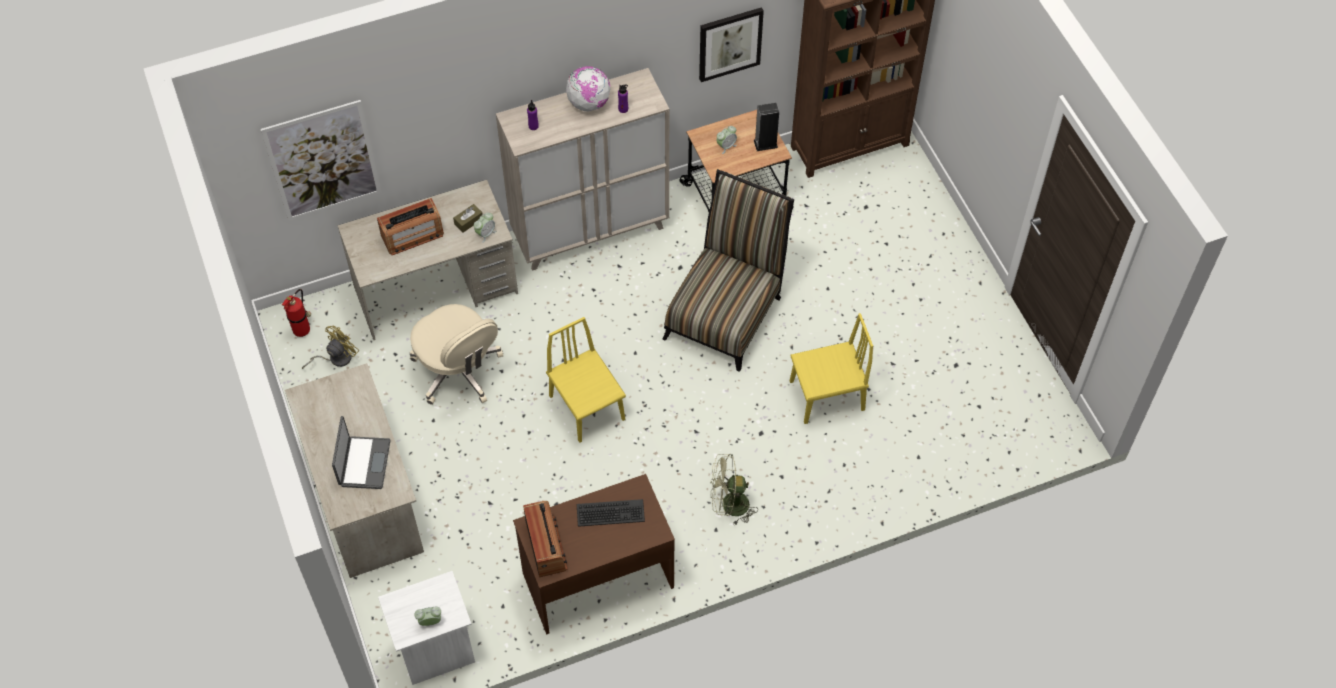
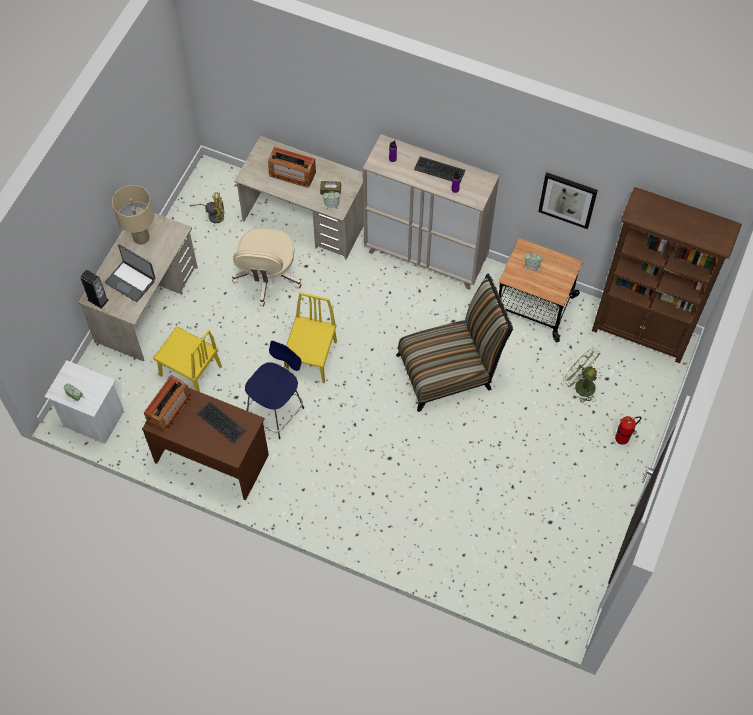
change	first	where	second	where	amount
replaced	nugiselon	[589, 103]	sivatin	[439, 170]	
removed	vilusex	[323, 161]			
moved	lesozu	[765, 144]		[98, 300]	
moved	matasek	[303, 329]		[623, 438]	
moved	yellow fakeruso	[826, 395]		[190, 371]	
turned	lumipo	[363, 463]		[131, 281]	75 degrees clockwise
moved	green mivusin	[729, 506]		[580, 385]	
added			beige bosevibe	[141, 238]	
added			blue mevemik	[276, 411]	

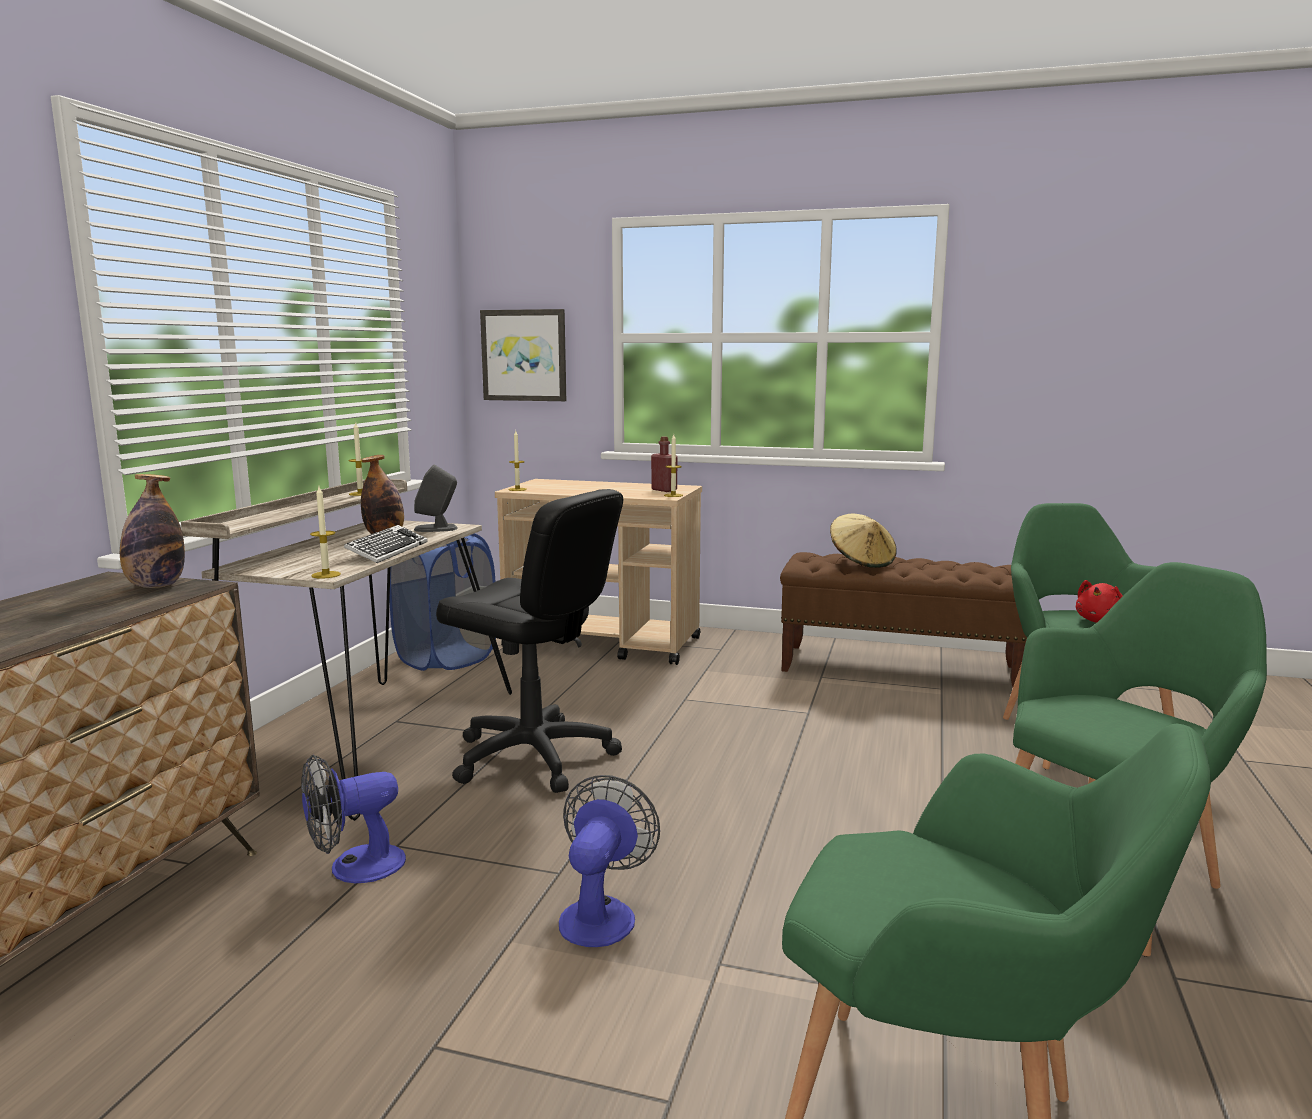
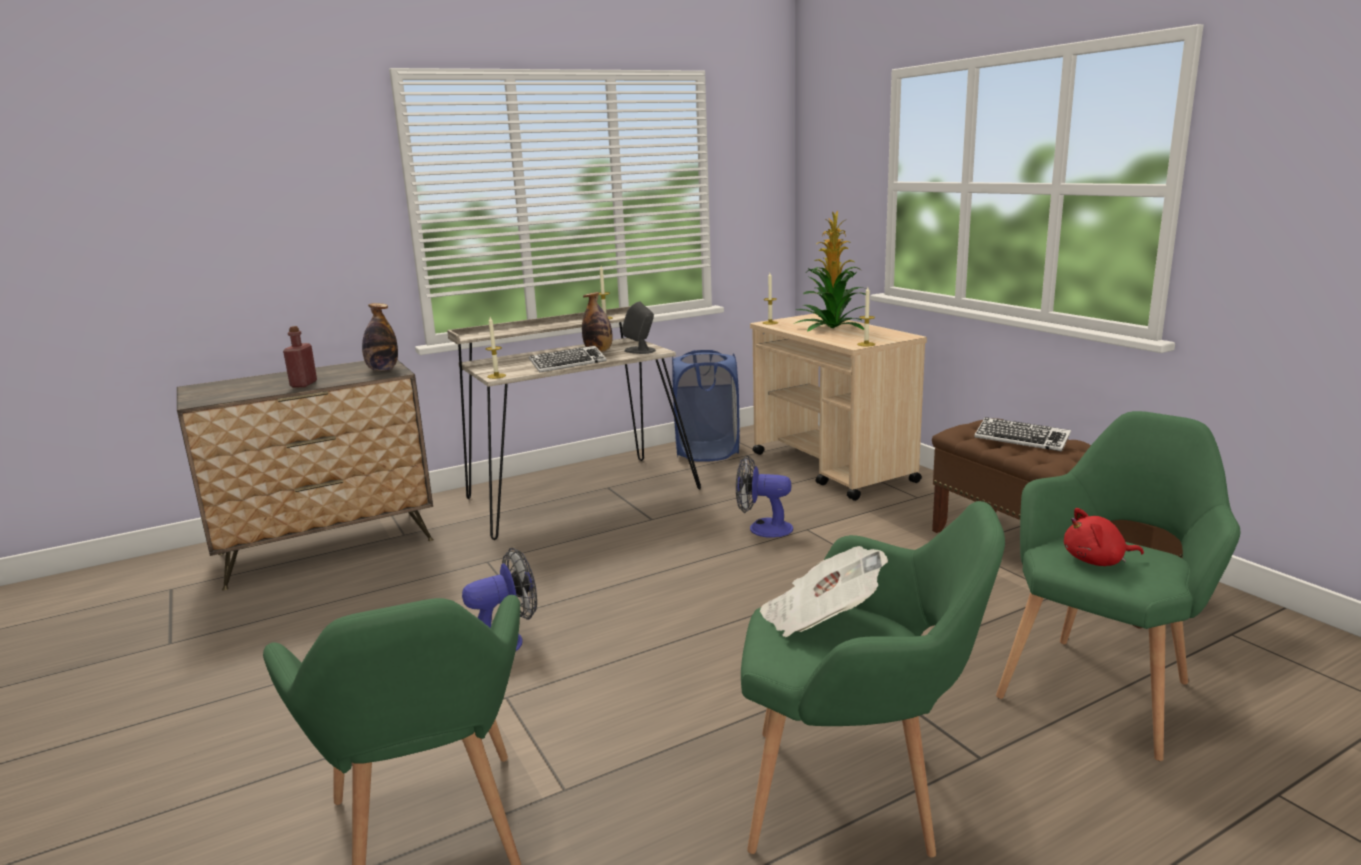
change	first	where	second	where	amount
removed	vilusex	[524, 355]			
moved	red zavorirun	[664, 490]		[303, 384]	
removed	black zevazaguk	[533, 757]			
replaced	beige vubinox	[862, 562]	sivatin	[1021, 440]	
moved	mivusin	[354, 868]		[762, 528]	
added			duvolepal	[832, 327]	
added			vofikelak	[820, 619]	

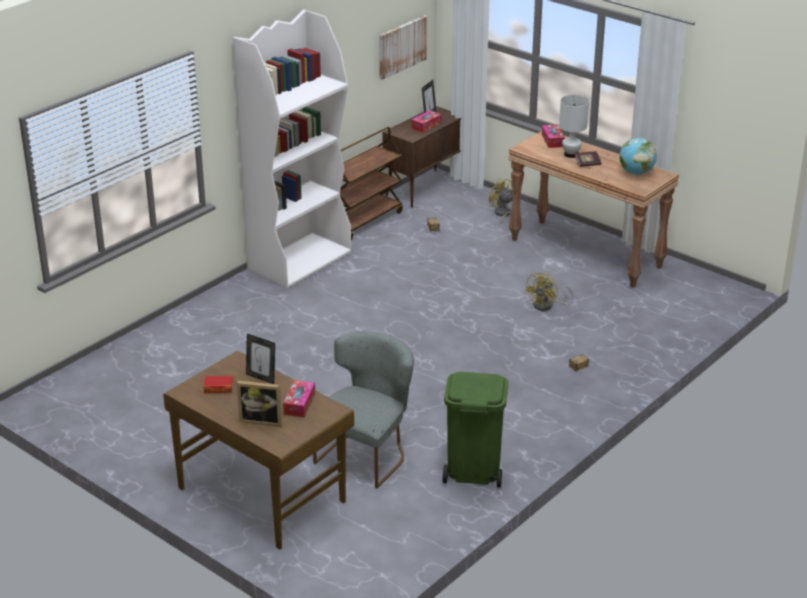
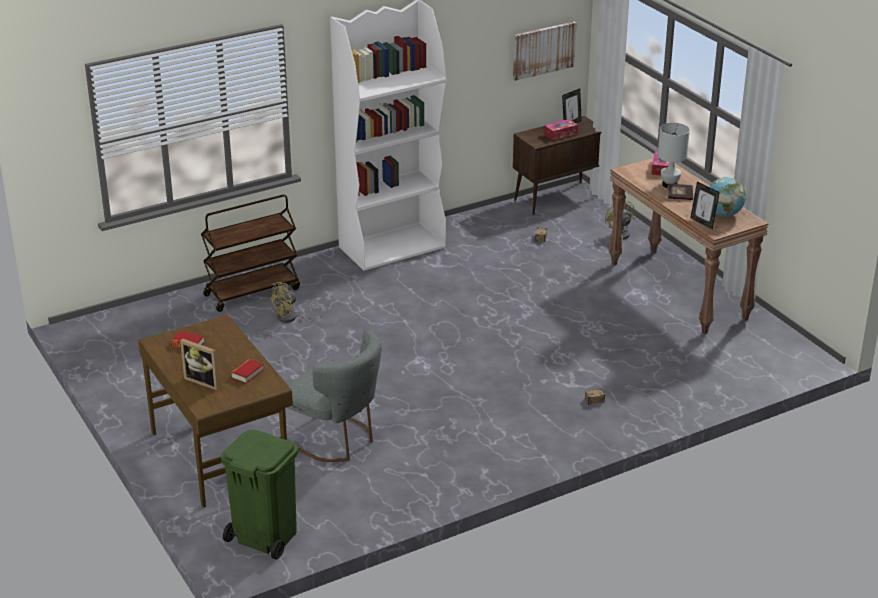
change	first	where	second	where	amount
moved	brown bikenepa	[364, 221]		[252, 291]	
moved	yellow mivusin	[547, 306]		[291, 318]	
turned	grey fakeruso	[367, 454]		[336, 440]	75 degrees clockwise
moved	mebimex	[261, 377]		[703, 222]	
moved	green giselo	[473, 471]		[264, 536]	
replaced	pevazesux	[299, 404]	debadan	[247, 374]	

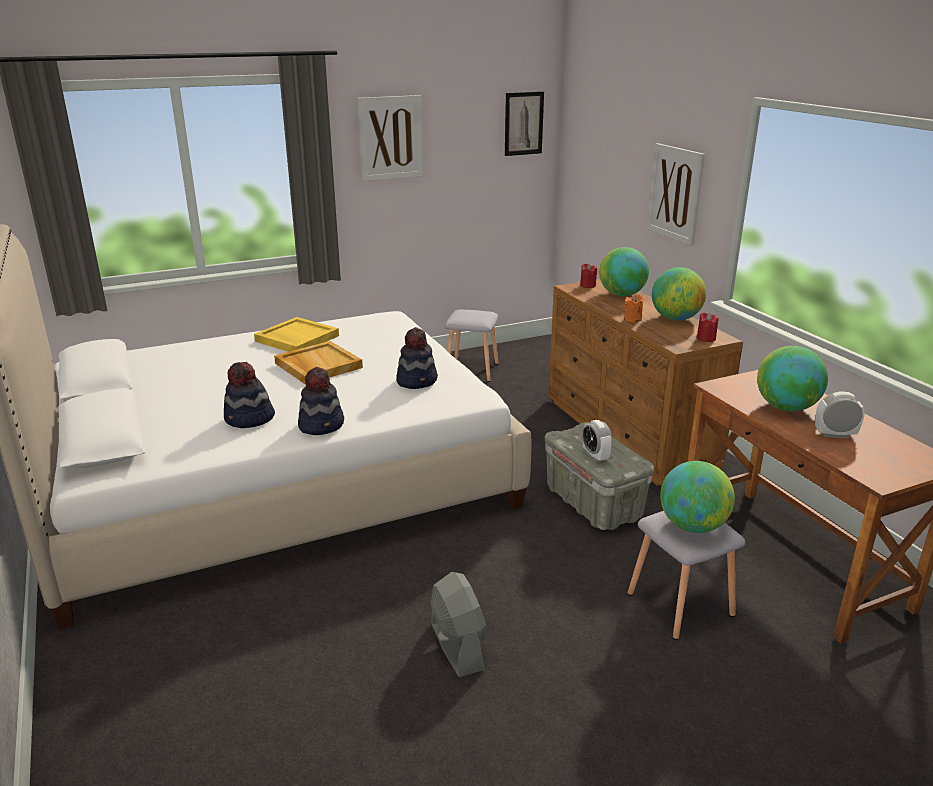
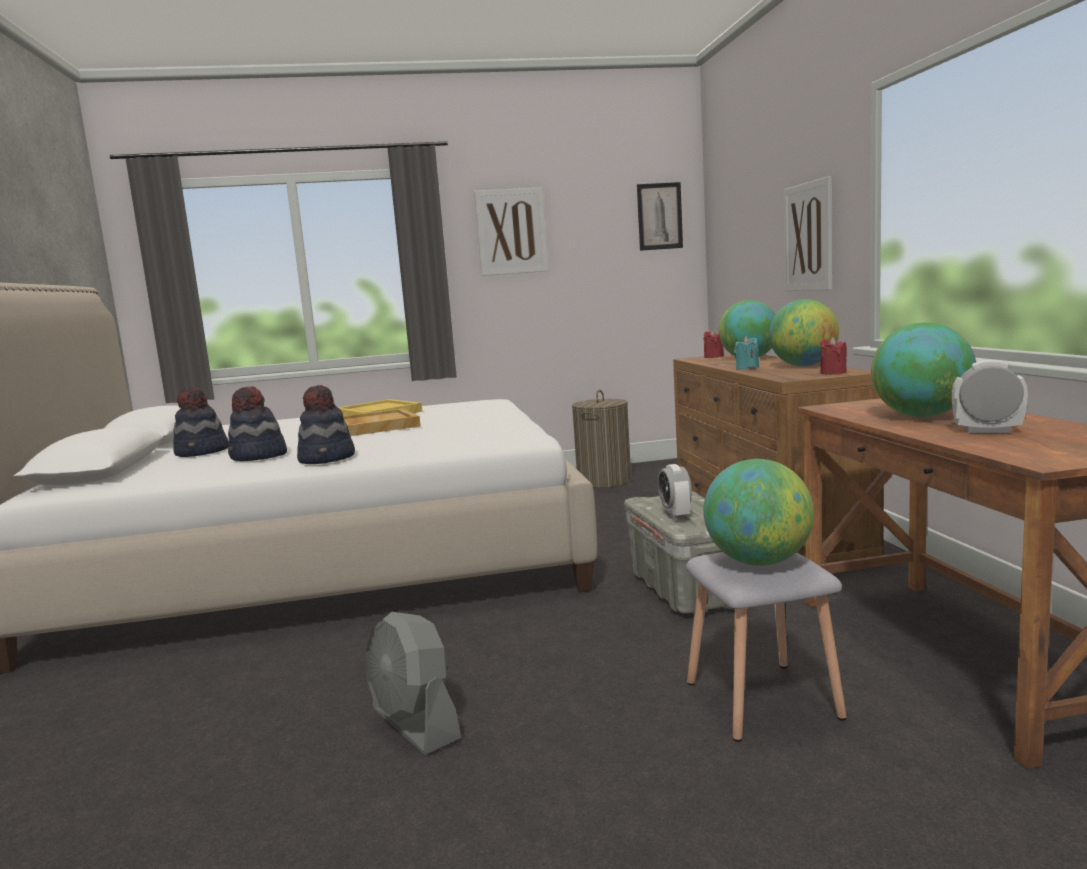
change	first	where	second	where	amount
recoloured	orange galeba	[632, 319]	turquoise galeba	[747, 368]	
replaced	grey mevemik	[472, 370]	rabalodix	[604, 481]	
moved	vubinox	[417, 381]		[202, 452]	
turned	grey mivusin	[457, 646]		[415, 724]	150 degrees clockwise

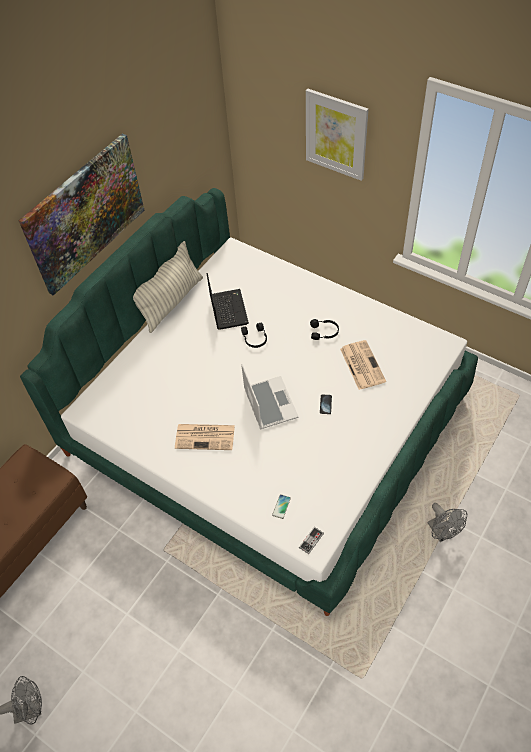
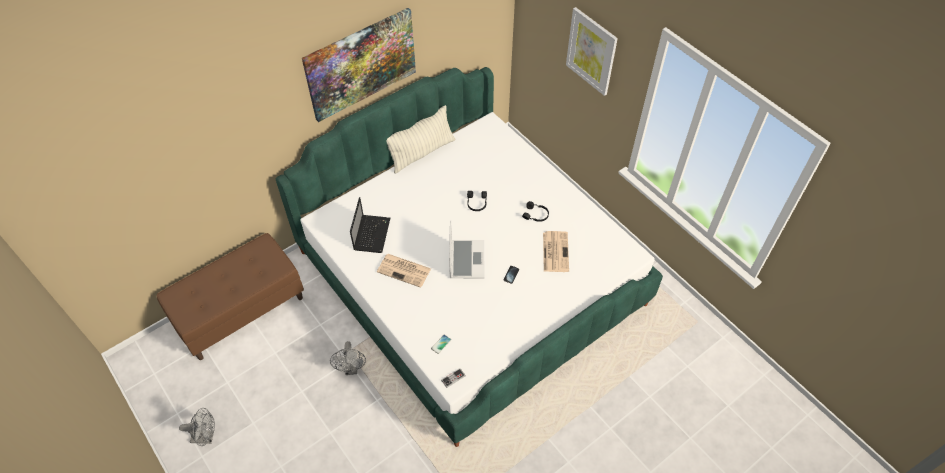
change	first	where	second	where	amount
moved	lumipo	[228, 309]		[372, 233]	
moved	grey mivusin	[442, 533]		[351, 369]	

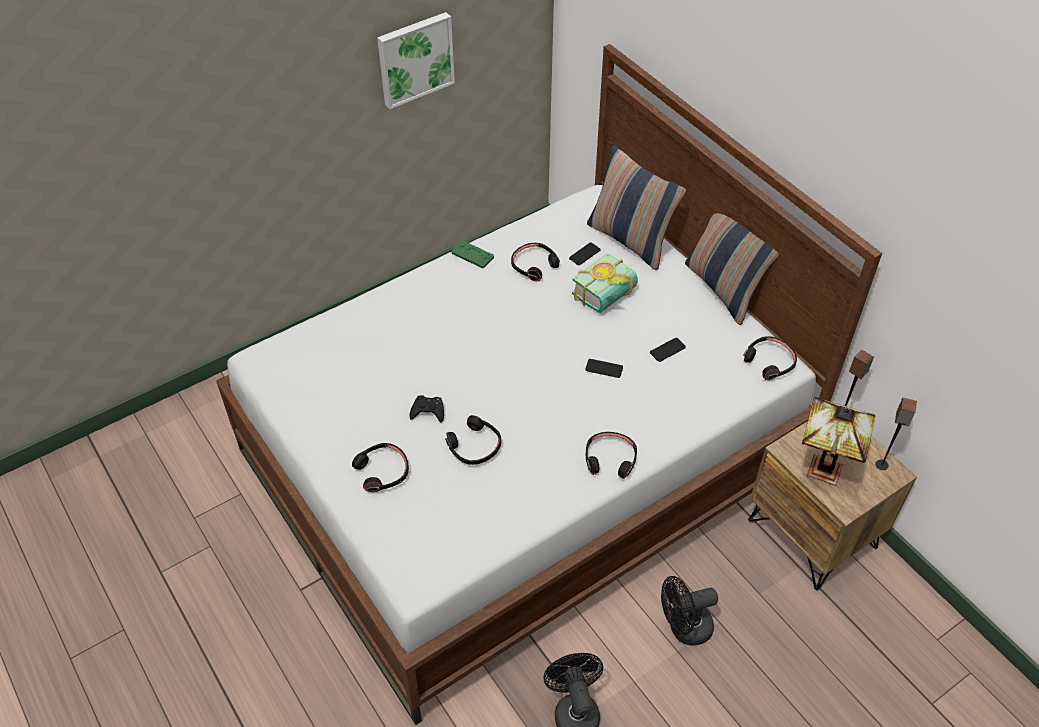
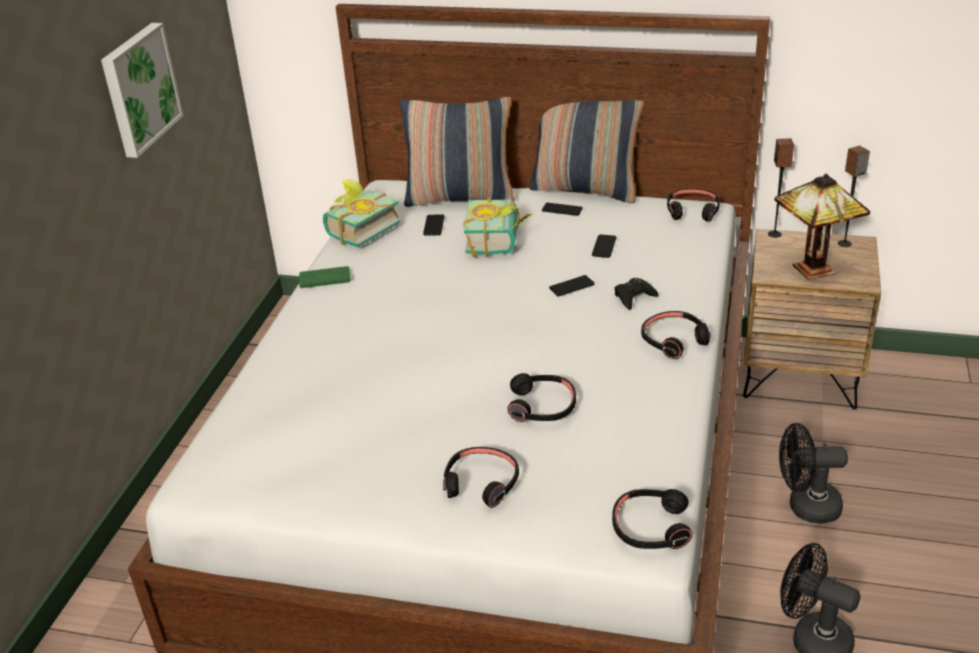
change	first	where	second	where	amount
moved	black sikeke	[534, 265]		[650, 528]	
moved	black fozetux	[428, 411]		[634, 297]	
turned	black mivusin	[684, 628]		[805, 507]	60 degrees clockwise
added			debadan	[358, 229]	
added			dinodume	[562, 210]	

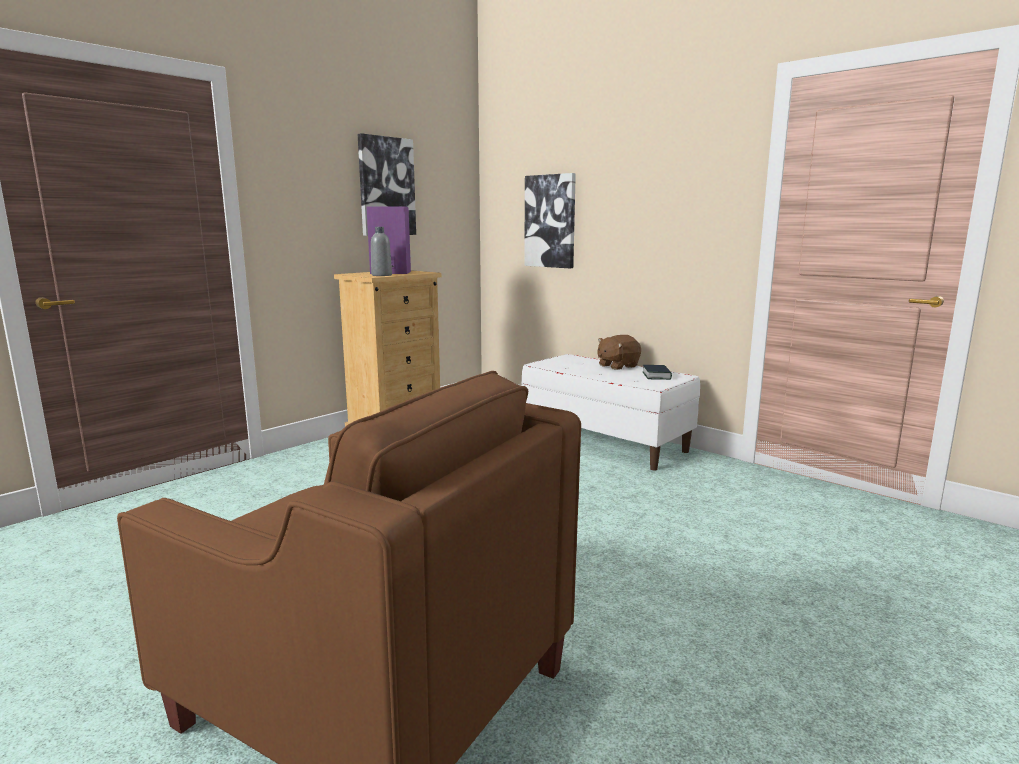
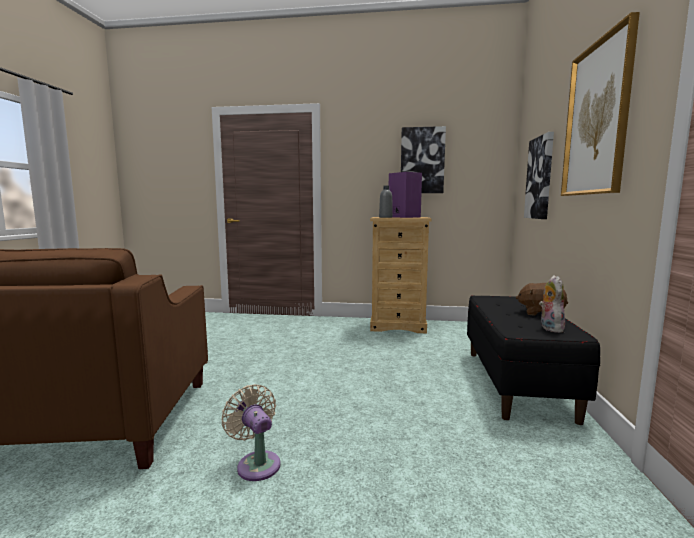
change	first	where	second	where	amount
recoloured	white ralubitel	[605, 442]	black ralubitel	[517, 383]	
replaced	debadan	[656, 376]	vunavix	[549, 328]	
added			vilusex	[597, 119]	
added			beige mivusin	[257, 463]	

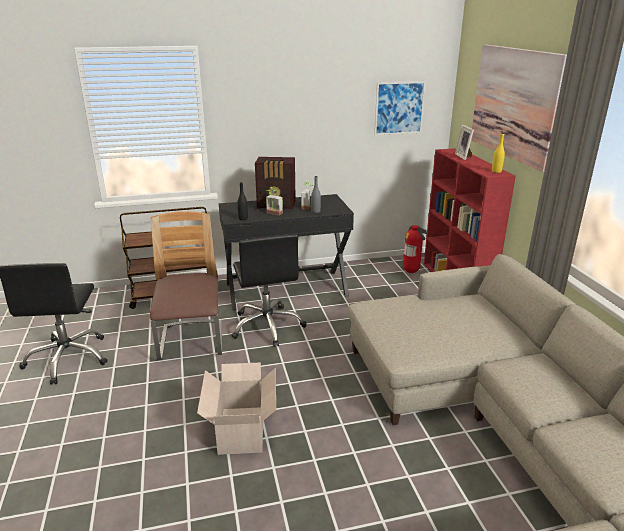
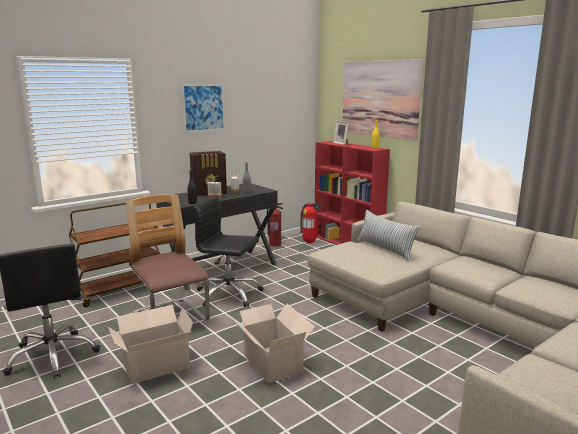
change	first	where	second	where	amount
moved	vilusex	[399, 108]		[203, 107]	
turned	black zevazaguk	[267, 326]		[228, 294]	150 degrees clockwise
added			matasek	[275, 244]	
added			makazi	[385, 249]	
added			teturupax	[154, 366]	

